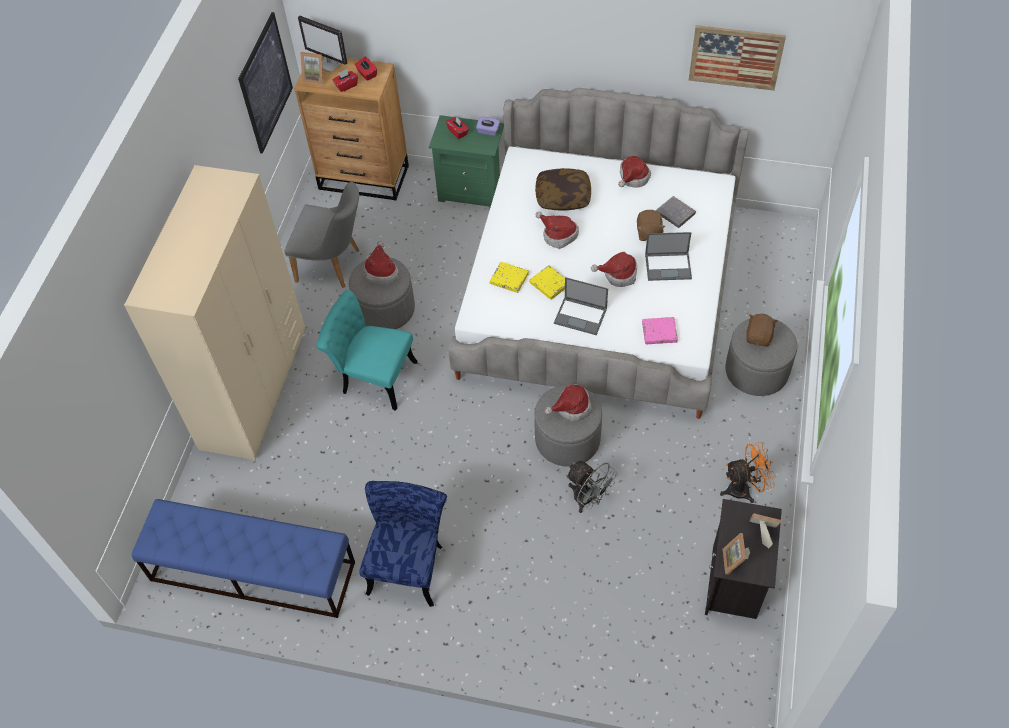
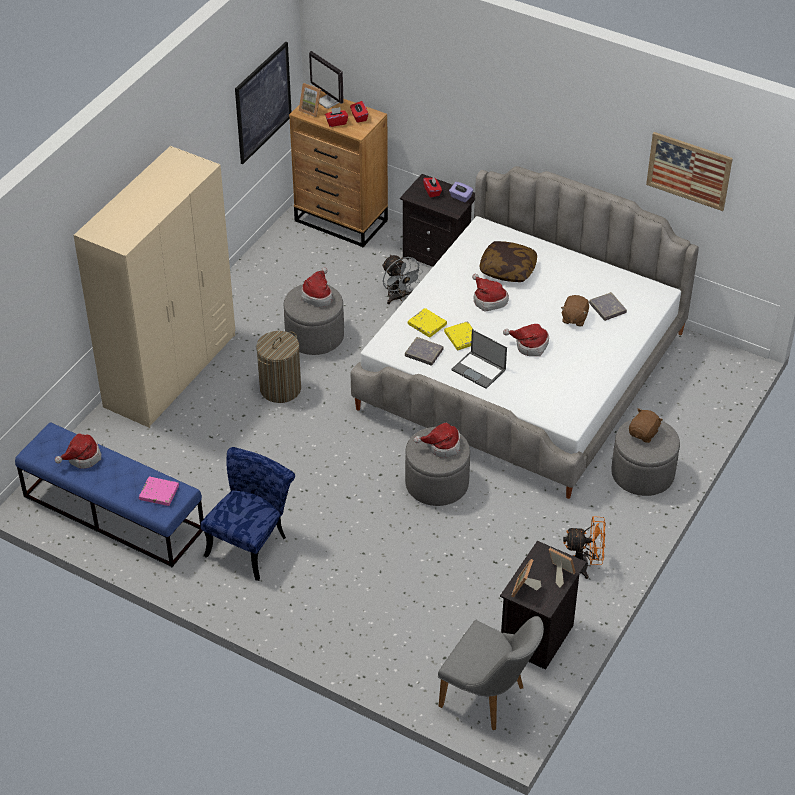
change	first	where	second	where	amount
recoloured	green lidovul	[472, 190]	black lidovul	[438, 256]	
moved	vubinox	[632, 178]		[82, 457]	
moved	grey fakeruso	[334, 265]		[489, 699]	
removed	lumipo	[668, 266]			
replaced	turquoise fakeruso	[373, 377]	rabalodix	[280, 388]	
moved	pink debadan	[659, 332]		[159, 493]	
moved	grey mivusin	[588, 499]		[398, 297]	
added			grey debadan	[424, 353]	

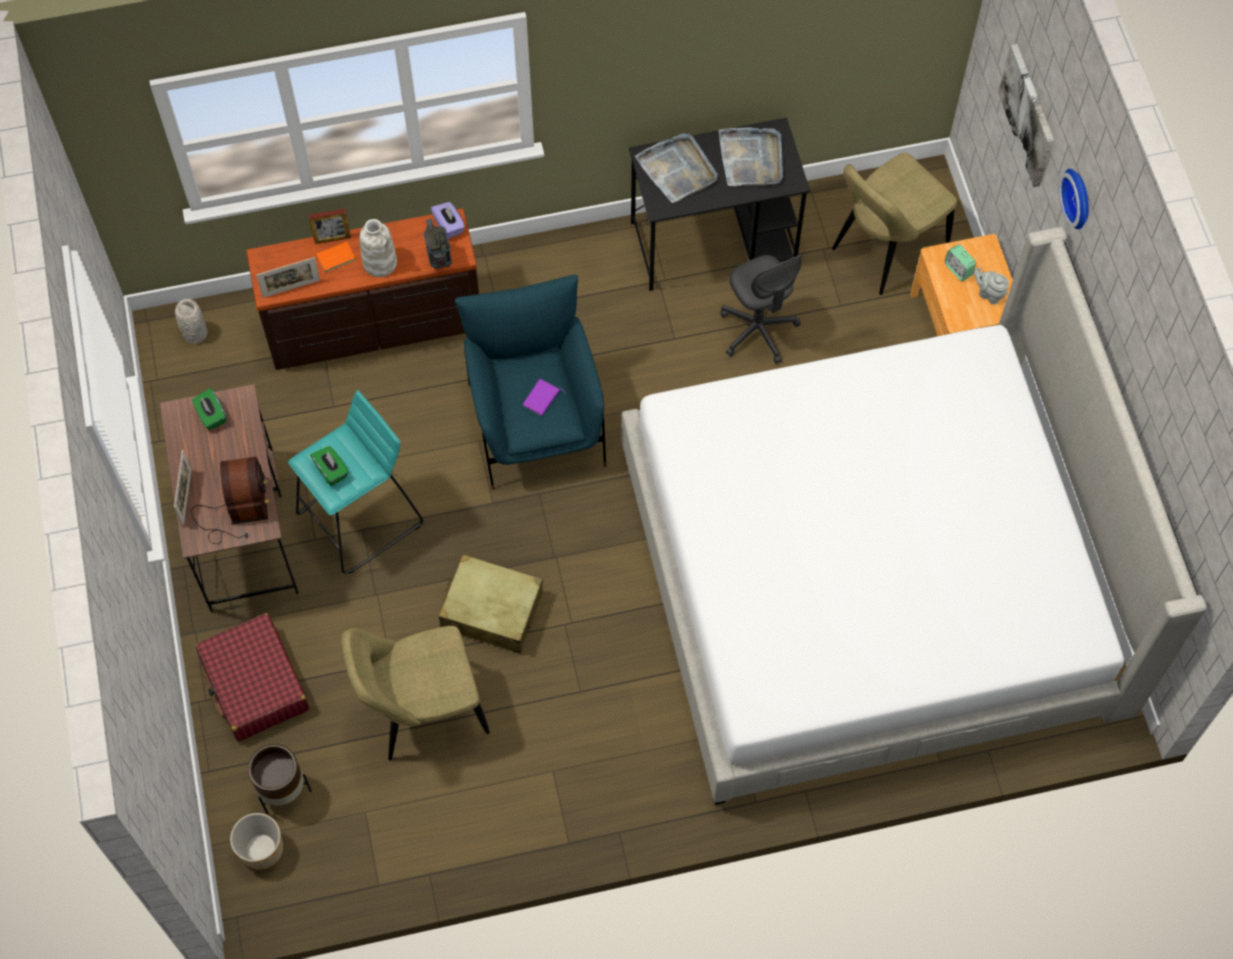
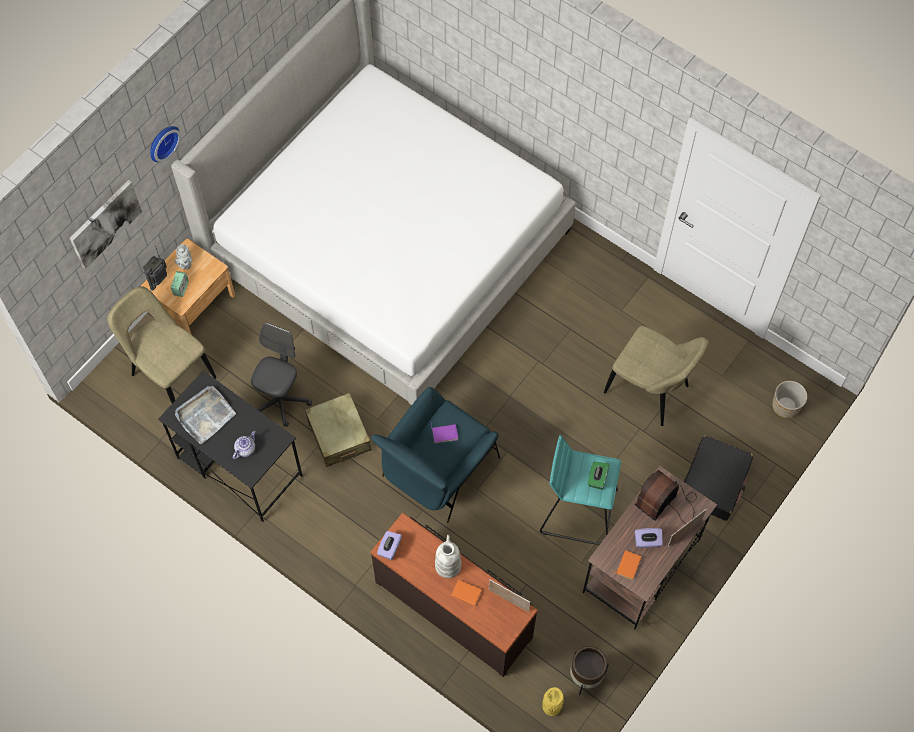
change	first	where	second	where	amount
replaced	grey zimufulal	[678, 169]	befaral	[245, 449]	
turned	beige fakeruso	[885, 250]		[170, 374]	150 degrees counterclockwise
removed	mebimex	[332, 239]			
moved	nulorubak	[440, 261]		[158, 279]	
recoloured	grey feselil	[195, 333]	yellow feselil	[551, 707]	
replaced	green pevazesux	[211, 415]	orange debadan	[627, 565]	
moved	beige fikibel	[491, 610]		[339, 435]	
recoloured	red fikibel	[255, 684]	black fikibel	[714, 482]	
moved	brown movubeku	[283, 789]		[585, 676]	
added			purple pevazesux	[647, 541]	

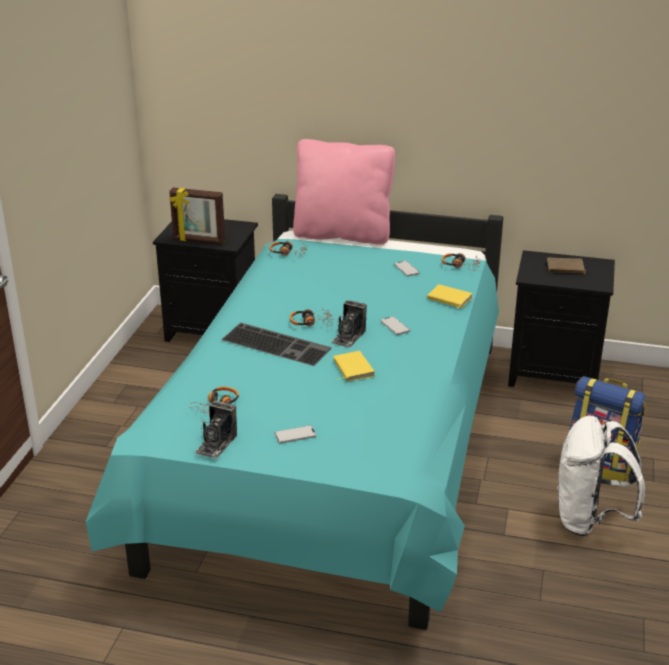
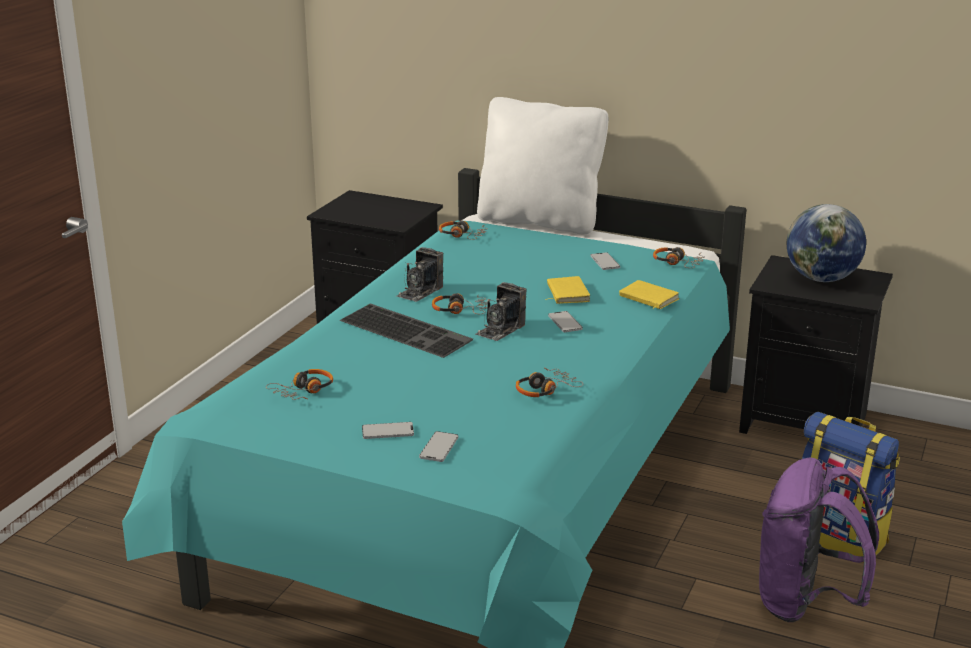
change	first	where	second	where	amount
recoloured	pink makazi	[343, 234]	white makazi	[540, 221]	
removed	mebimex	[198, 241]			
replaced	brown debadan	[565, 268]	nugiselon	[821, 279]	
moved	yellow debadan	[352, 369]		[566, 293]	
moved	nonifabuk	[216, 444]		[420, 291]	
recoloured	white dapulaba	[590, 520]	purple dapulaba	[805, 603]	
added			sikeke	[545, 390]	
added			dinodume	[439, 448]	

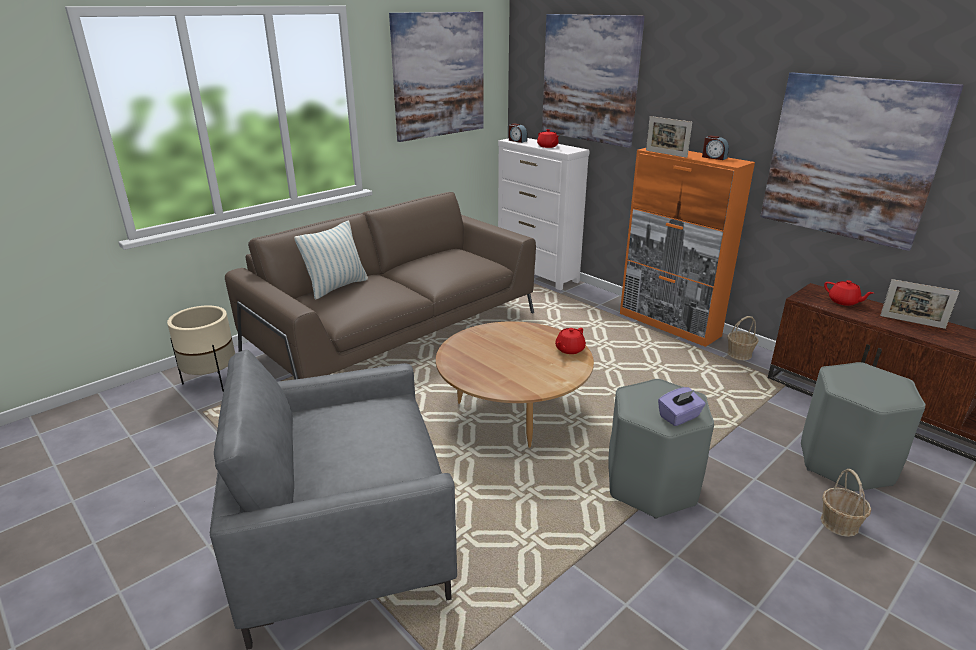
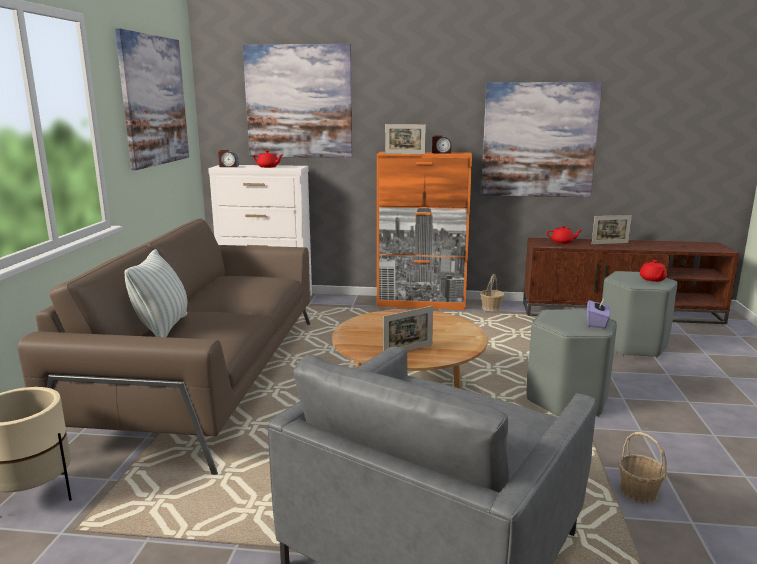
change	first	where	second	where	amount
moved	red befaral	[569, 349]		[652, 279]	
moved	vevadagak	[839, 523]		[638, 492]	
added			mebimex	[408, 350]	

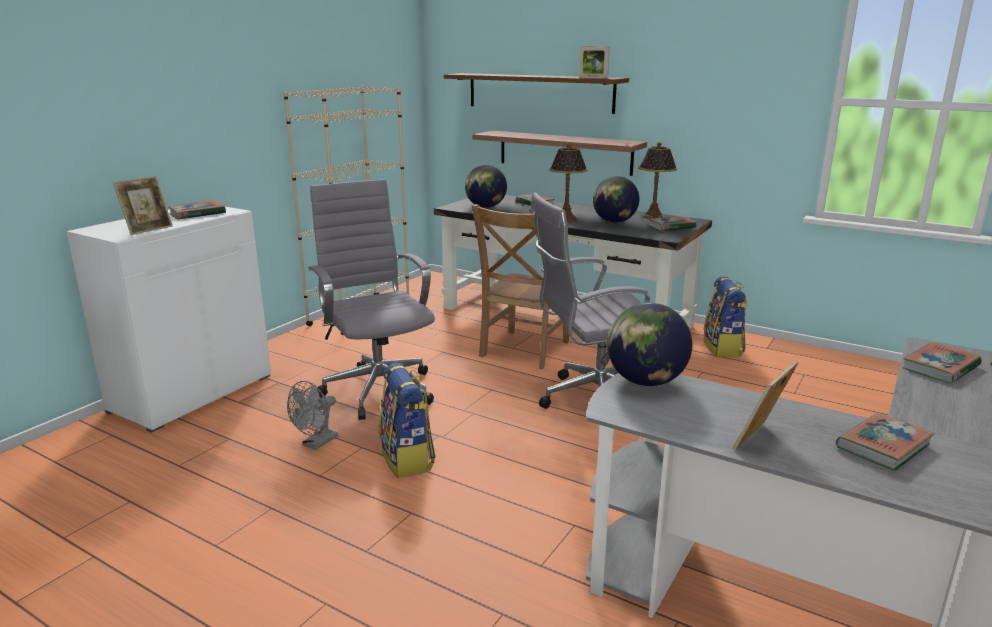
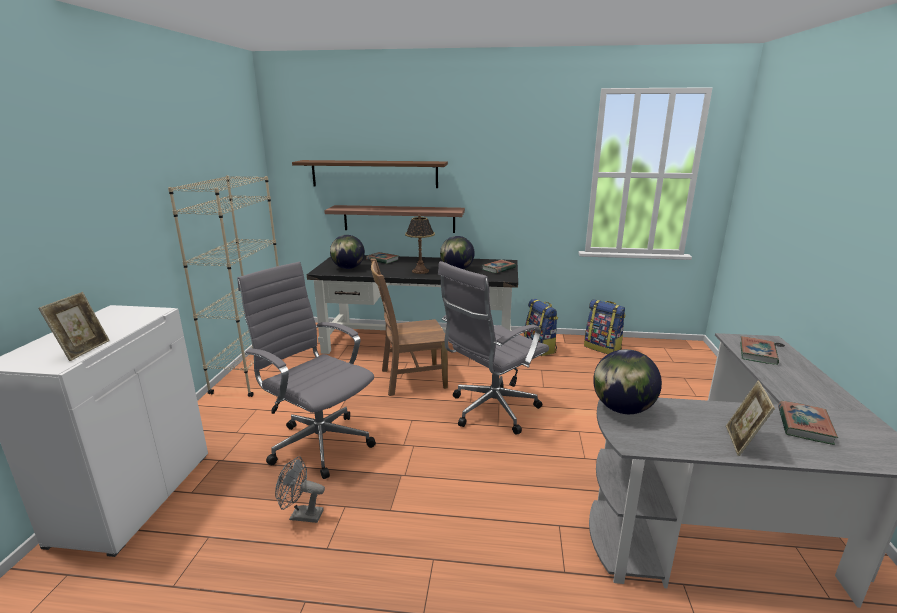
change	first	where	second	where	amount
removed	mebimex	[593, 77]			
removed	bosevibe	[653, 217]			
removed	debadan	[197, 214]			
turned	brown fakeruso	[523, 350]		[410, 379]	75 degrees clockwise
moved	dapulaba	[408, 459]		[603, 348]	
turned	grey mivusin	[316, 444]		[301, 515]	90 degrees clockwise

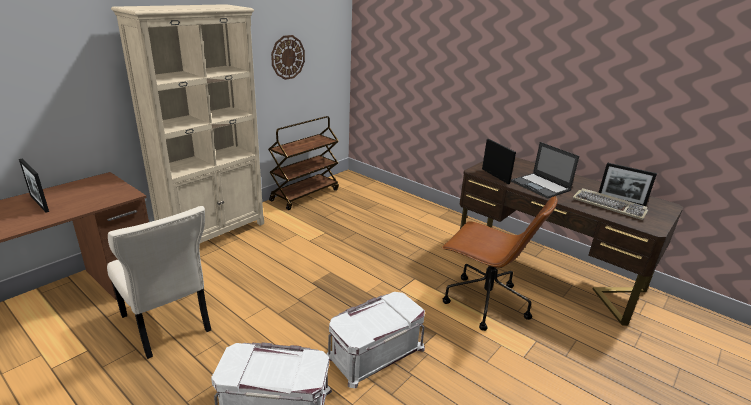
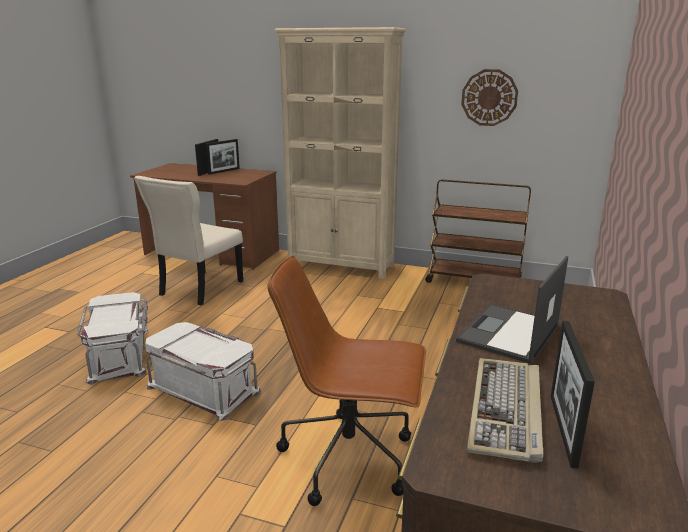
change	first	where	second	where	amount
moved	mebimex	[495, 176]		[224, 171]	
turned	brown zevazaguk	[484, 302]		[350, 458]	90 degrees clockwise

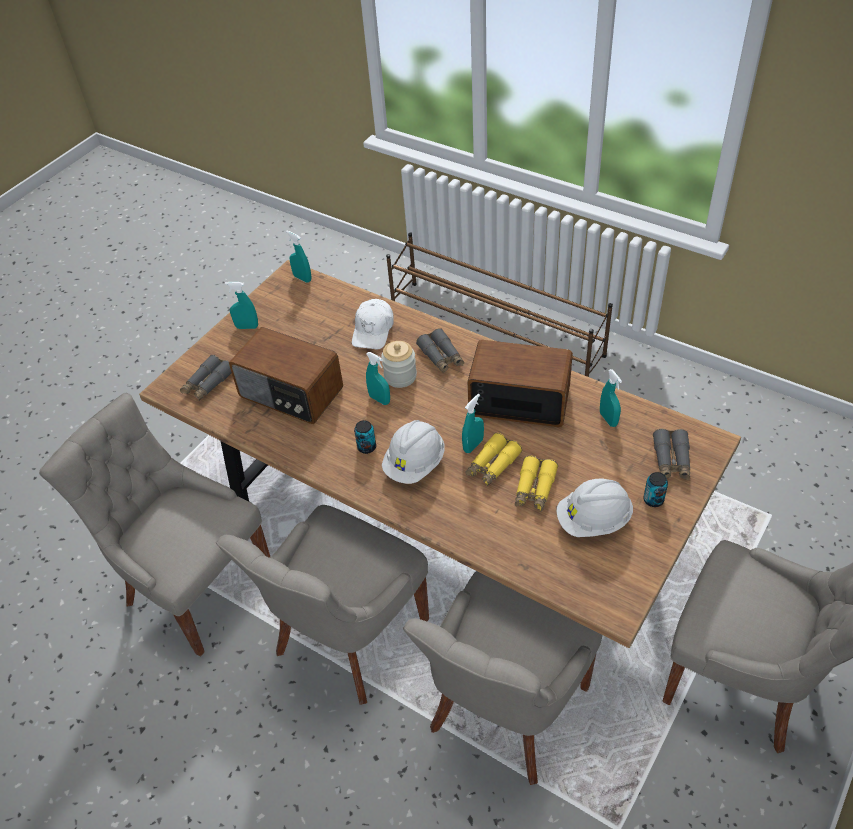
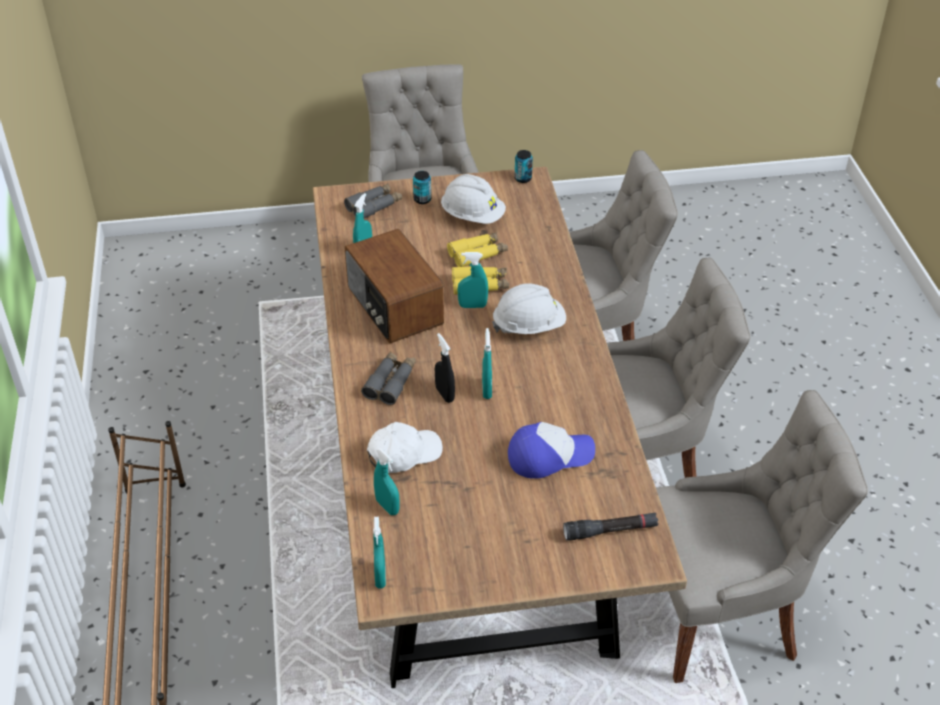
change	first	where	second	where	amount
moved	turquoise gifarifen	[247, 327]		[387, 506]	
replaced	nulorubak	[291, 394]	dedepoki	[549, 455]	
replaced	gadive	[400, 376]	black gifarifen	[444, 394]	
replaced	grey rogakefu	[208, 383]	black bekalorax	[610, 531]	
turned	grey fakeruso	[195, 586]		[720, 615]	90 degrees counterclockwise
moved	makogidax	[366, 447]		[523, 178]	

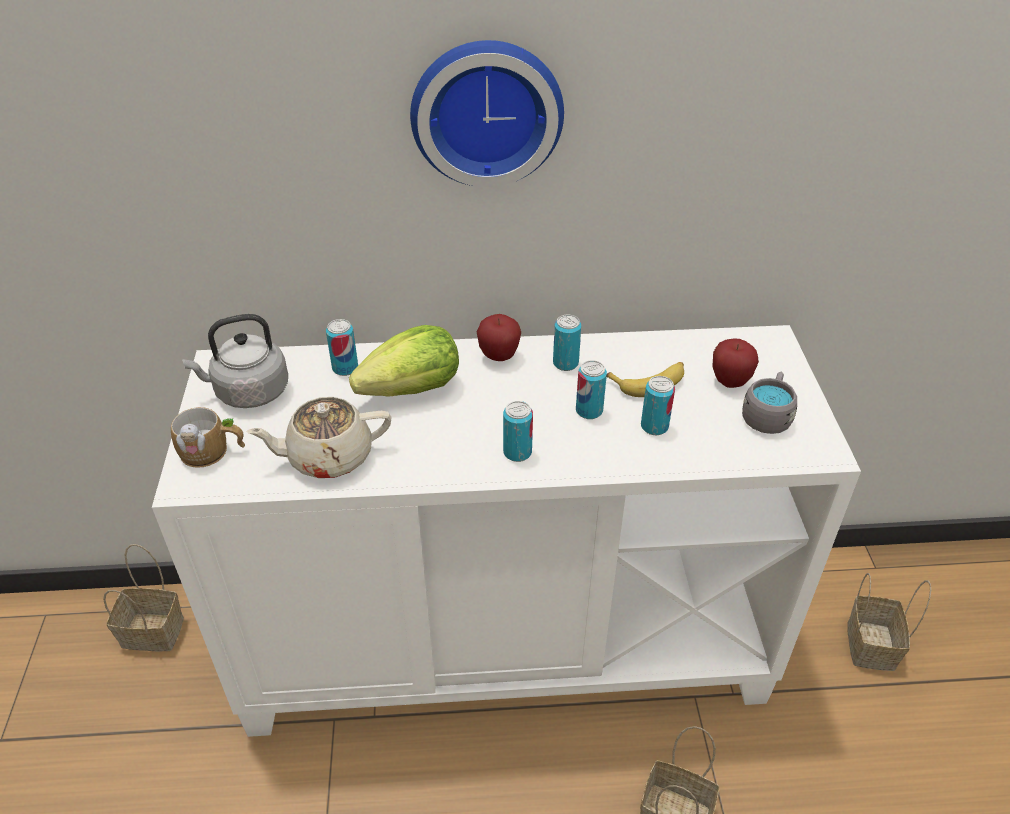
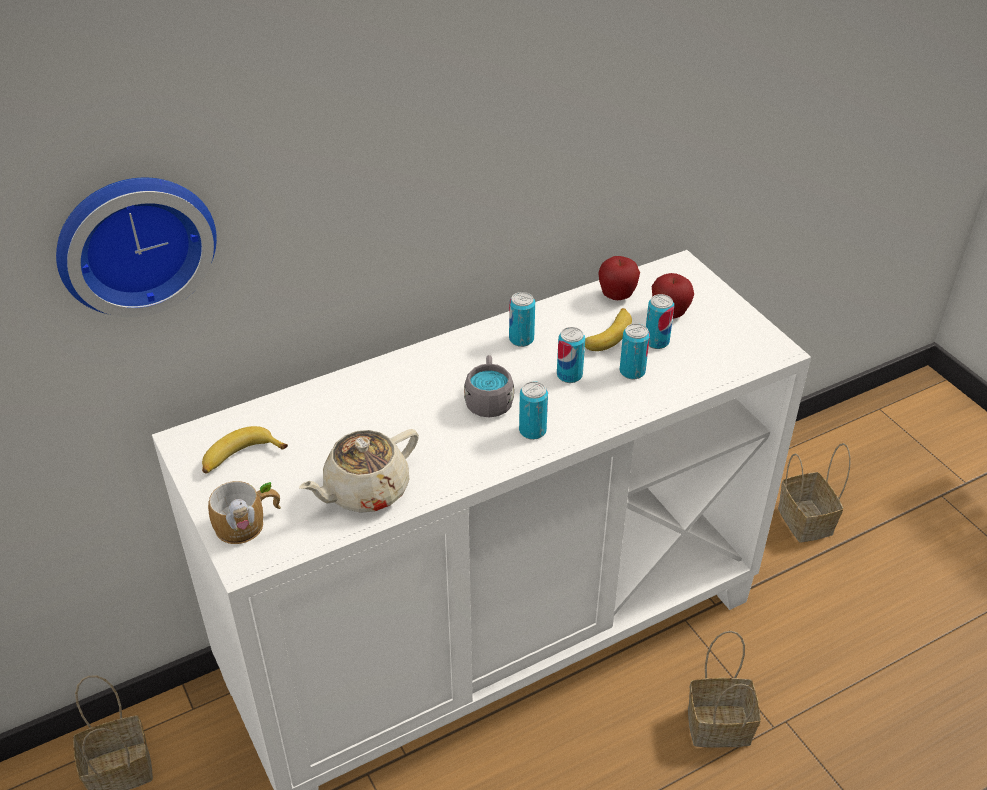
change	first	where	second	where	amount
moved	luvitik	[486, 111]		[134, 241]	
replaced	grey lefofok	[248, 392]	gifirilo	[240, 458]	
moved	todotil	[499, 356]		[617, 296]	
moved	makogidax	[345, 368]		[656, 341]	
removed	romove	[413, 390]			
moved	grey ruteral	[767, 415]		[489, 399]	

